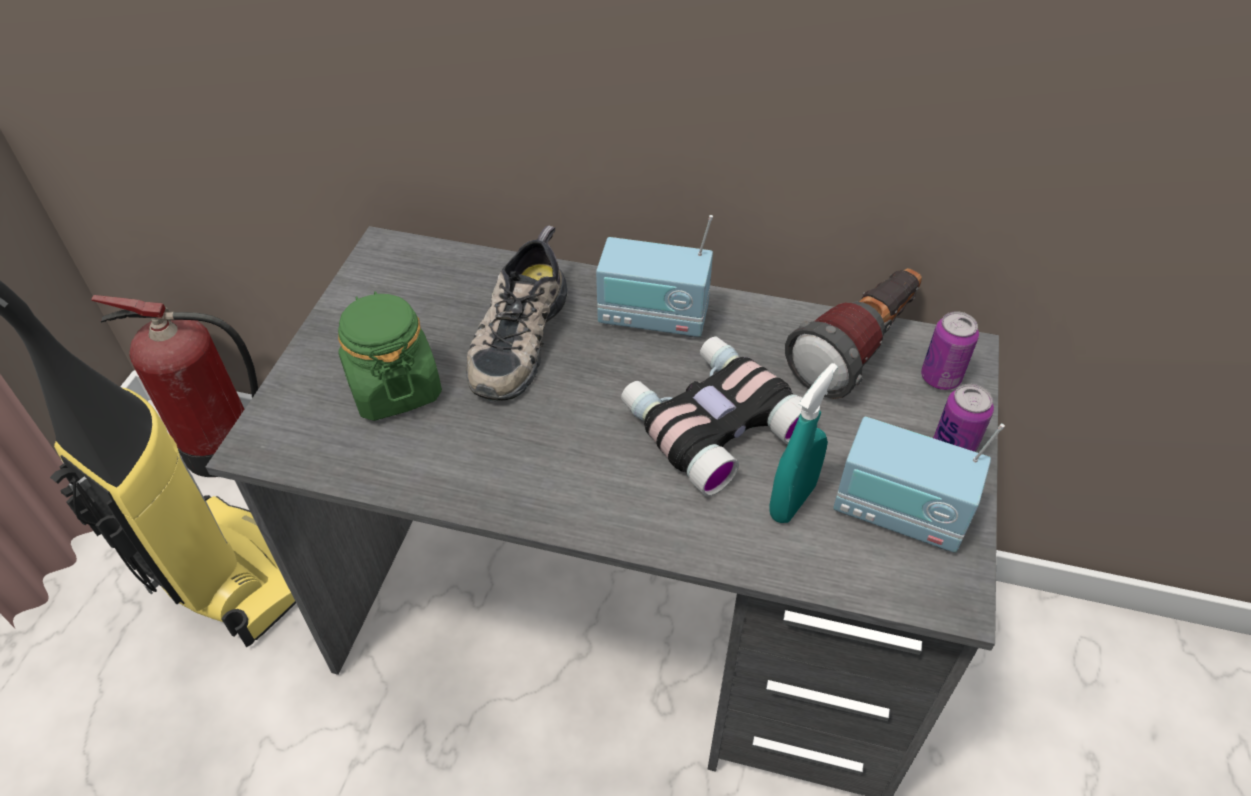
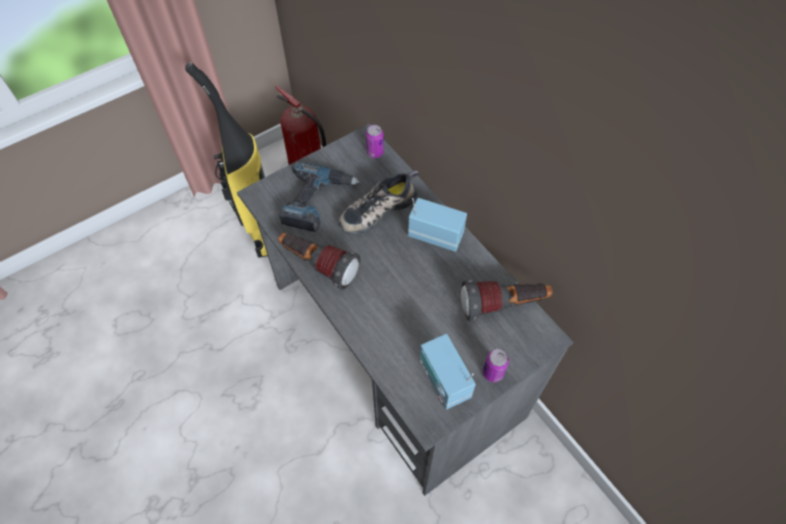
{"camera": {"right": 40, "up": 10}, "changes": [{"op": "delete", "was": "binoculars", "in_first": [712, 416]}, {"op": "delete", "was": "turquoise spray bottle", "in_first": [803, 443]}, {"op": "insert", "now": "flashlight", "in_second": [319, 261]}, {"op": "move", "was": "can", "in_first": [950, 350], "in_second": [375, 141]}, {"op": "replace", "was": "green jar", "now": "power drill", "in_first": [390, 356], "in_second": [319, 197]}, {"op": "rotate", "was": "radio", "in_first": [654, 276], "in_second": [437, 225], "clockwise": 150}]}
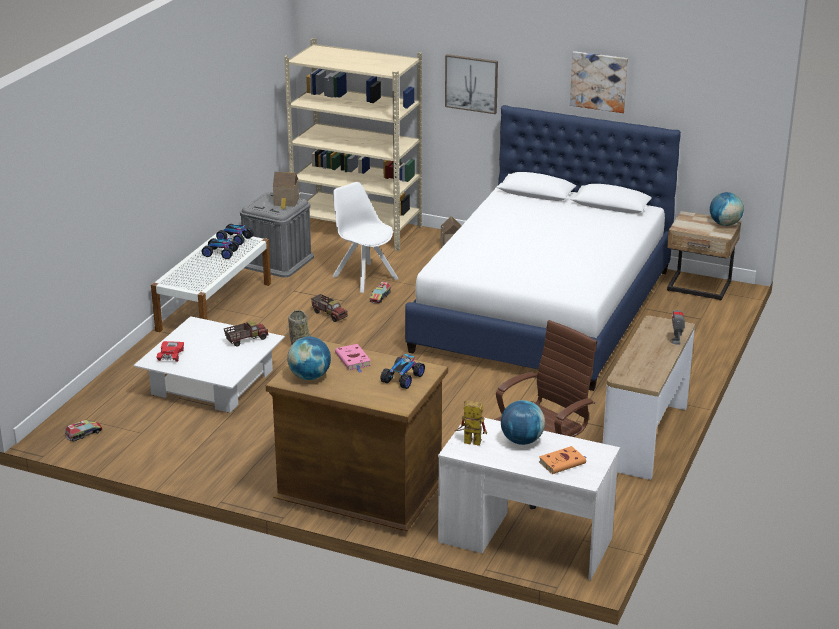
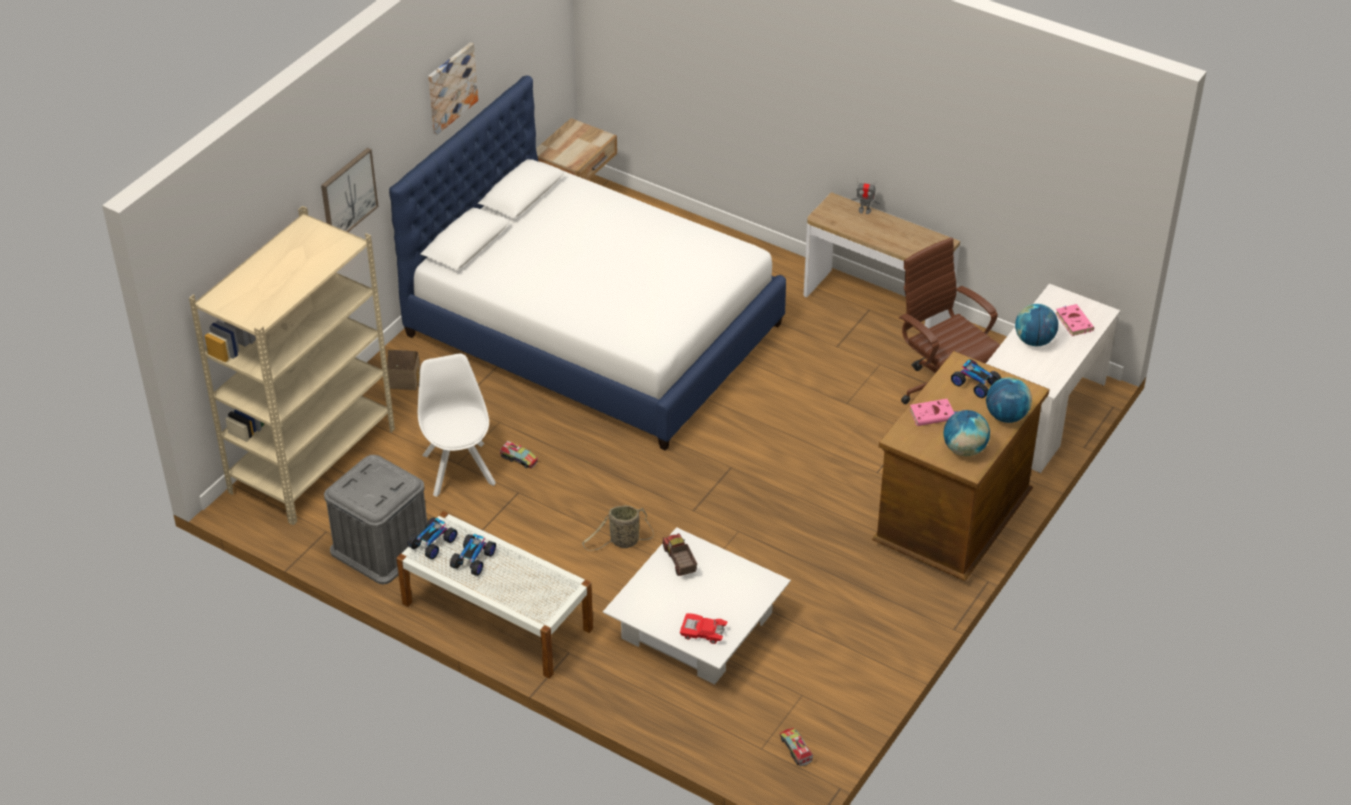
{"camera": {"right": -80, "up": 15}, "changes": [{"op": "delete", "was": "toy house", "in_first": [286, 190]}, {"op": "delete", "was": "toy truck", "in_first": [329, 308]}, {"op": "delete", "was": "toy robot", "in_first": [471, 423]}, {"op": "move", "was": "globe", "in_first": [727, 209], "in_second": [1009, 400]}, {"op": "recolor", "was": "orange book", "now": "pink book", "in_first": [563, 460], "in_second": [1074, 320]}, {"op": "rotate", "was": "white chair", "in_first": [366, 237], "in_second": [457, 425], "clockwise": 105}]}
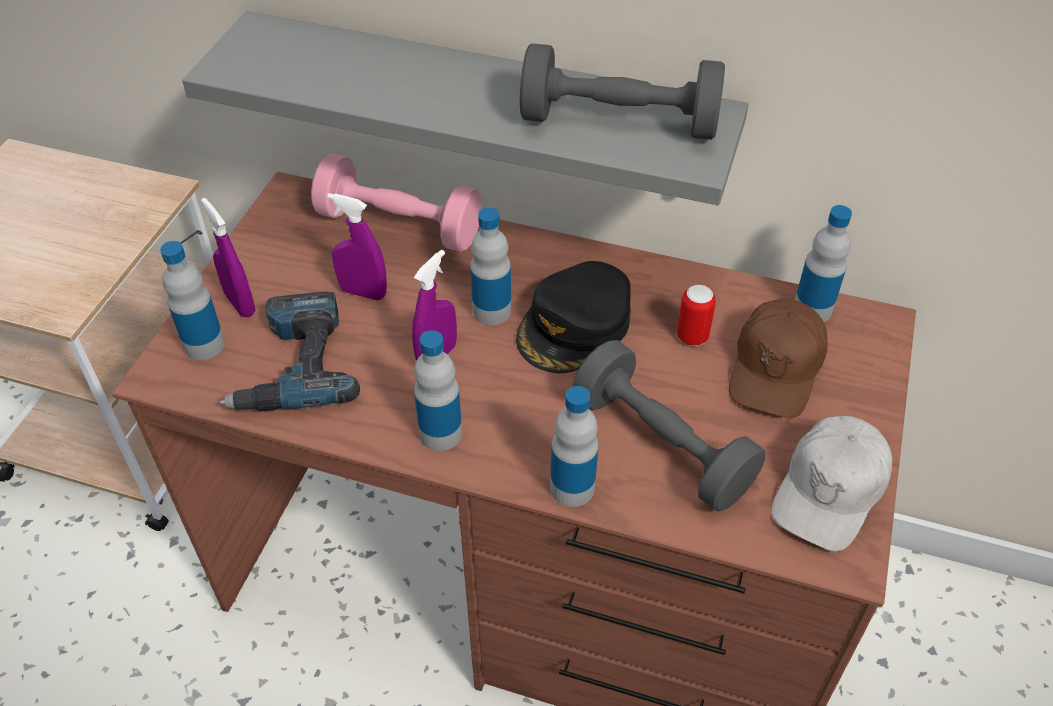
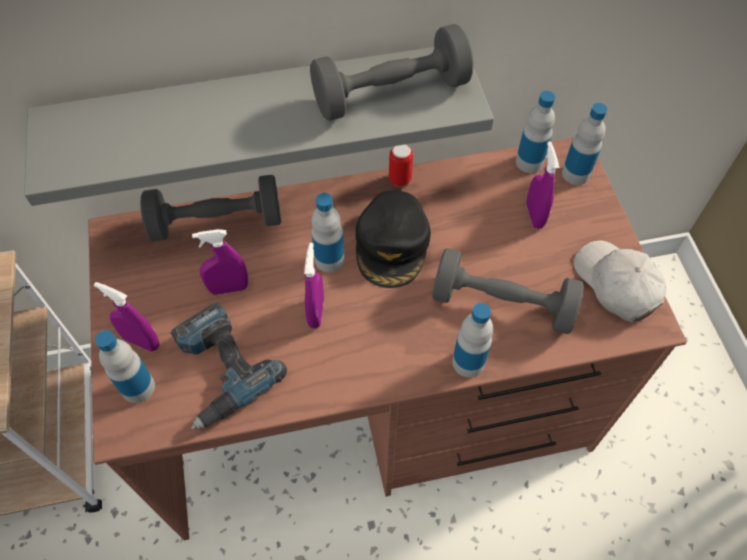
{"camera": {"right": -30, "up": 10}, "changes": [{"op": "move", "was": "bottle", "in_first": [438, 390], "in_second": [585, 144]}, {"op": "move", "was": "can", "in_first": [696, 315], "in_second": [401, 165]}, {"op": "replace", "was": "brown cap", "now": "purple spray bottle", "in_first": [778, 358], "in_second": [542, 185]}, {"op": "recolor", "was": "pink dumbbell", "now": "grey dumbbell", "in_first": [396, 203], "in_second": [210, 208]}, {"op": "rotate", "was": "white cap", "in_first": [832, 483], "in_second": [620, 281], "clockwise": 150}]}
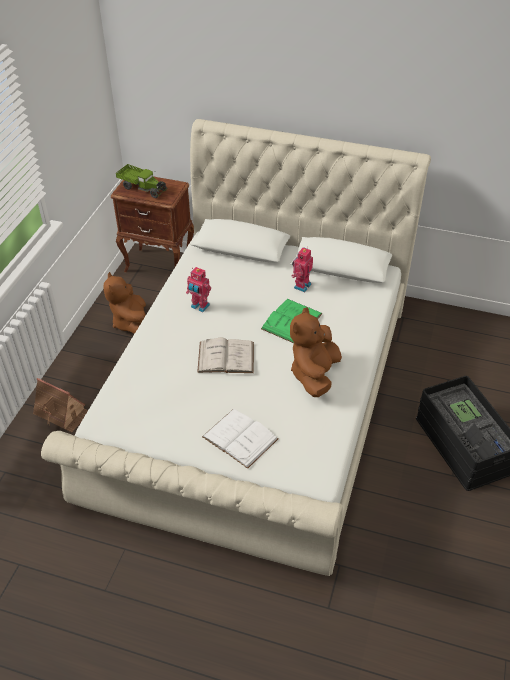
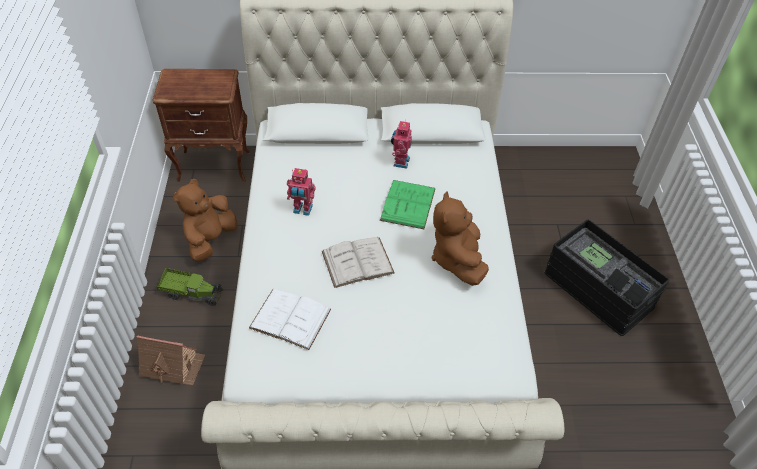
{"camera": {"right": -20, "up": 5}, "changes": [{"op": "move", "was": "toy truck", "in_first": [141, 181], "in_second": [189, 287]}, {"op": "move", "was": "white book", "in_first": [240, 439], "in_second": [290, 319]}, {"op": "rotate", "was": "brown plush toy", "in_first": [125, 303], "in_second": [205, 220], "clockwise": 60}]}
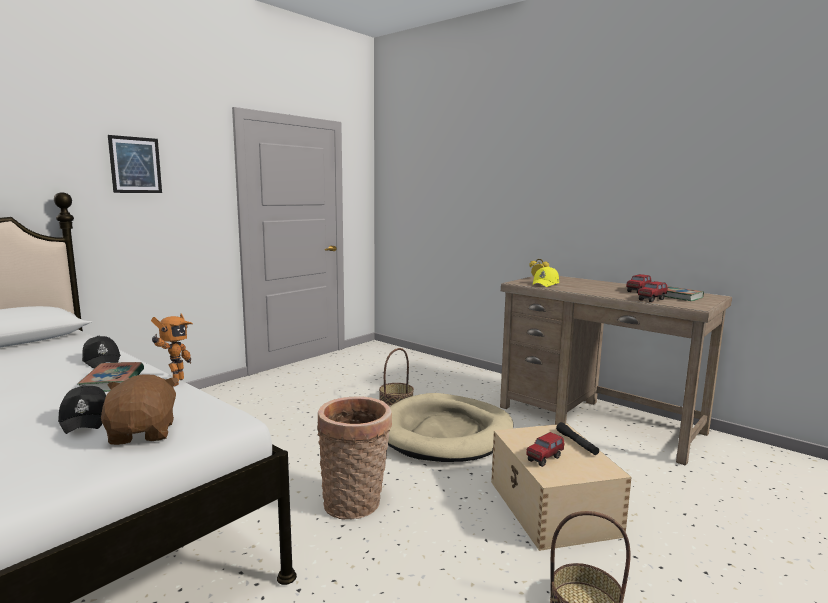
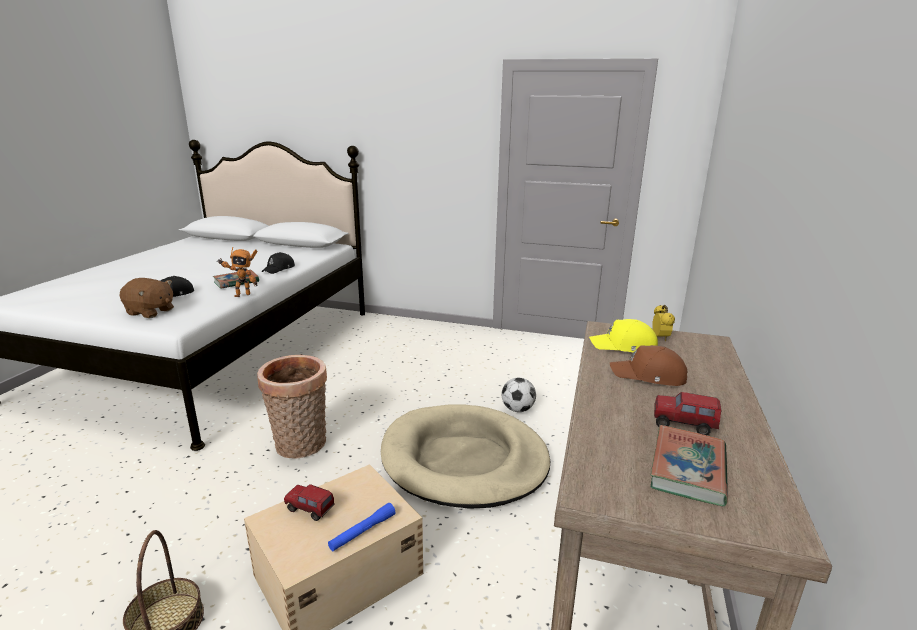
{"camera": {"right": 65, "up": 10}, "changes": [{"op": "delete", "was": "picture", "in_first": [135, 164]}, {"op": "delete", "was": "toy truck", "in_first": [653, 291]}, {"op": "insert", "now": "brown cap", "in_second": [649, 365]}, {"op": "replace", "was": "basket", "now": "football", "in_first": [396, 377], "in_second": [519, 394]}, {"op": "recolor", "was": "black flashlight", "now": "blue flashlight", "in_first": [577, 438], "in_second": [361, 527]}, {"op": "rotate", "was": "brown plush toy", "in_first": [139, 409], "in_second": [147, 298], "clockwise": 60}]}
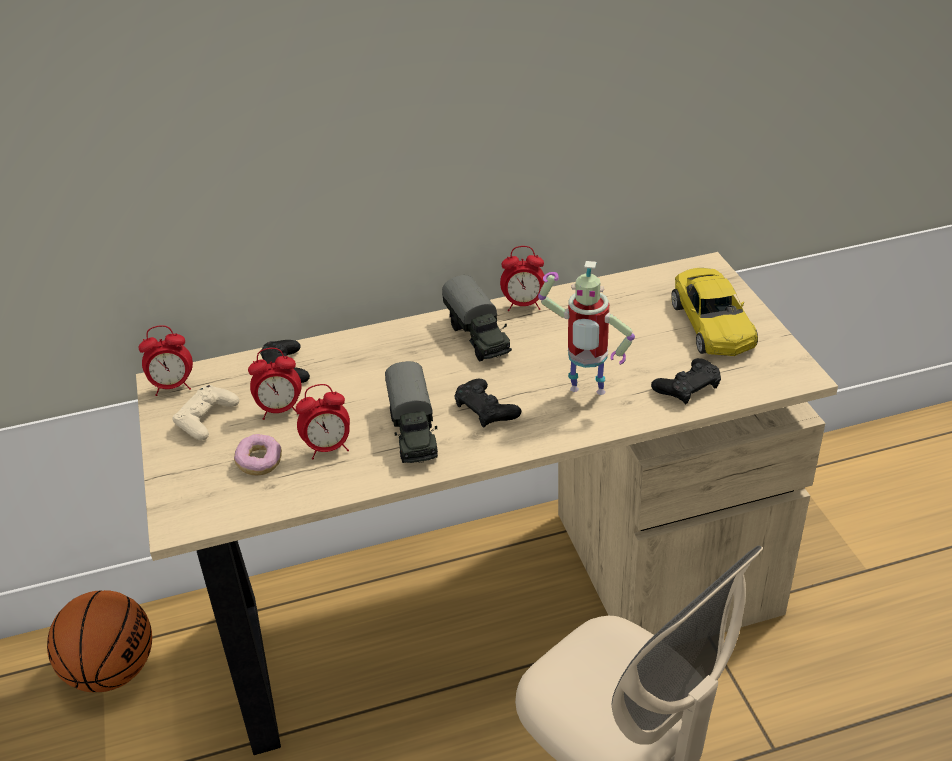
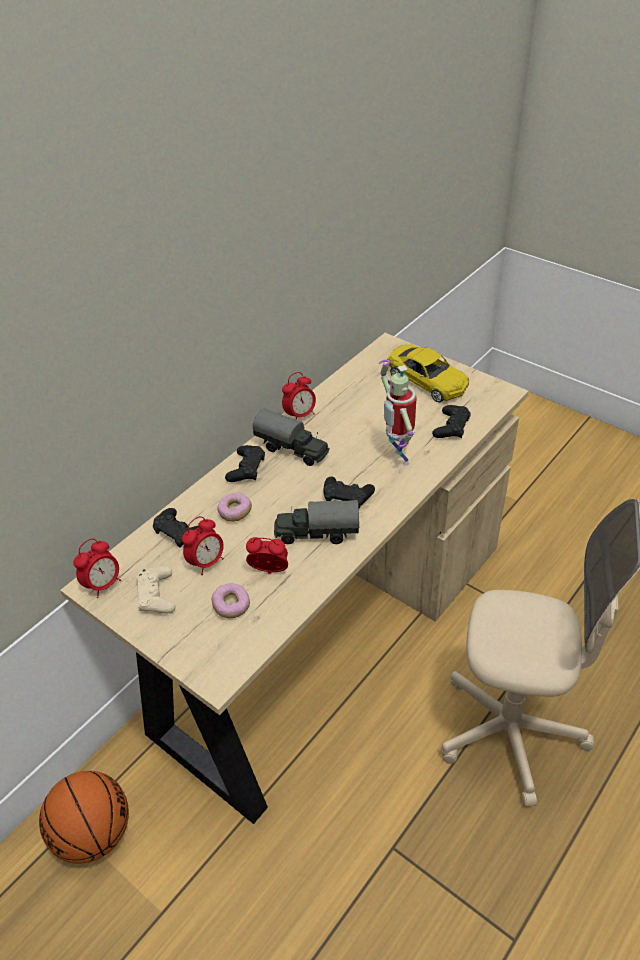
{"camera": {"right": -35, "up": 5}, "changes": [{"op": "insert", "now": "donut", "in_second": [235, 507]}, {"op": "insert", "now": "black game controller", "in_second": [245, 463]}, {"op": "rotate", "was": "alarm clock", "in_first": [323, 422], "in_second": [267, 555], "clockwise": -120}, {"op": "rotate", "was": "toy truck", "in_first": [411, 412], "in_second": [317, 522], "clockwise": 135}, {"op": "rotate", "was": "toy robot", "in_first": [586, 328], "in_second": [398, 413], "clockwise": 90}]}
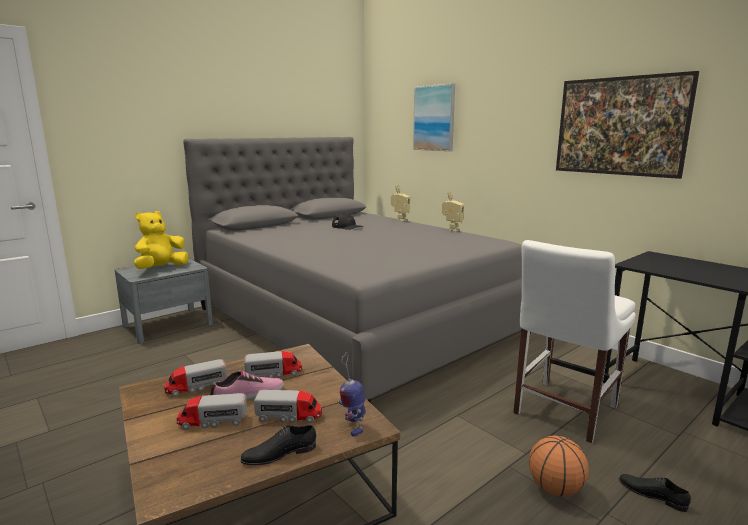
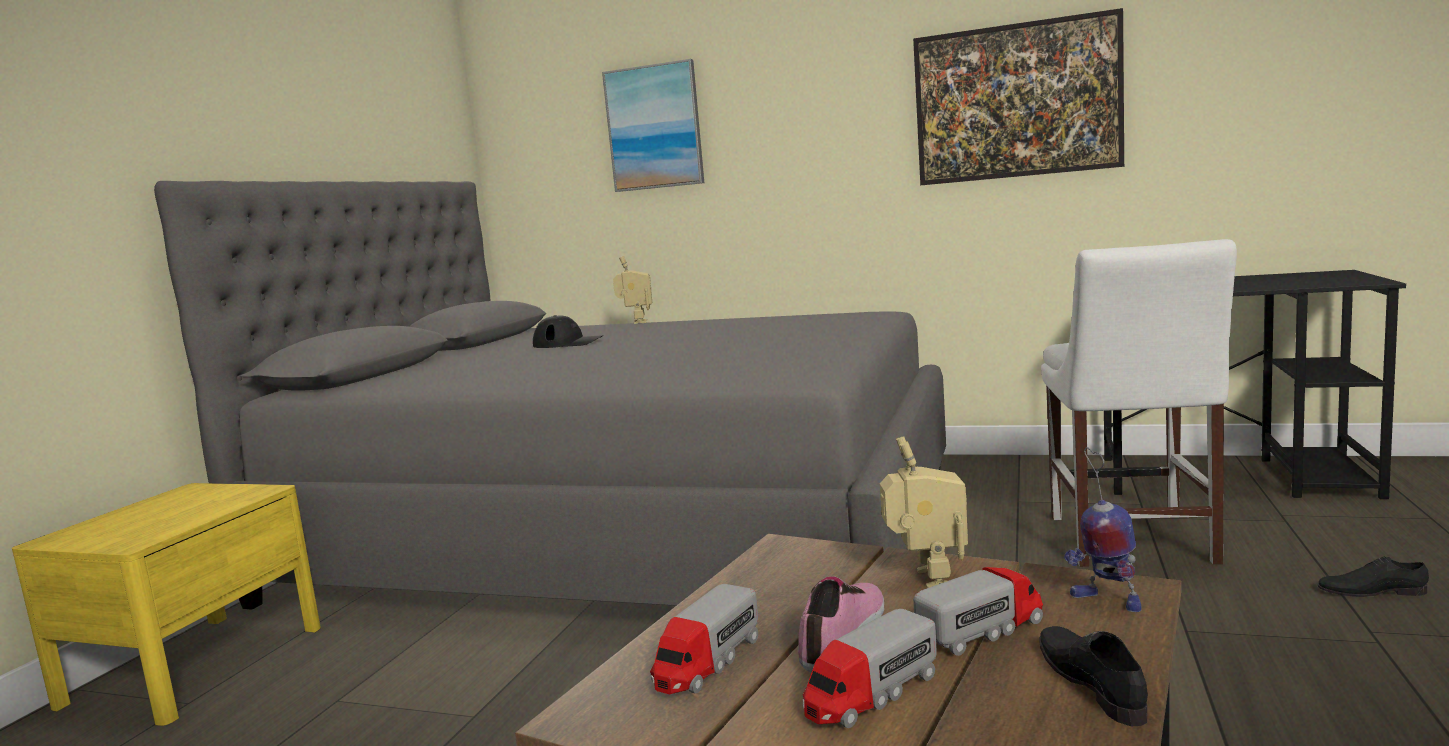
{"camera": {"right": -30, "up": -5}, "changes": [{"op": "delete", "was": "yellow plush toy", "in_first": [161, 240]}, {"op": "delete", "was": "toy truck", "in_first": [273, 364]}, {"op": "delete", "was": "basketball", "in_first": [559, 466]}, {"op": "move", "was": "toy robot", "in_first": [453, 212], "in_second": [924, 512]}, {"op": "recolor", "was": "grey nightstand", "now": "yellow nightstand", "in_first": [164, 301], "in_second": [166, 604]}, {"op": "rotate", "was": "black shoe", "in_first": [278, 445], "in_second": [1093, 676], "clockwise": 135}]}
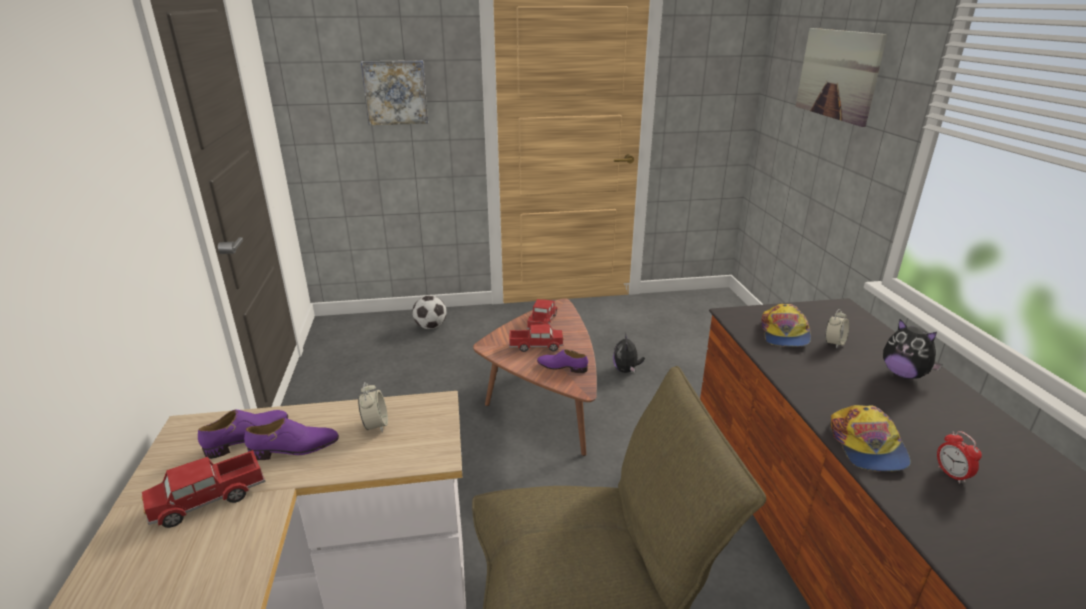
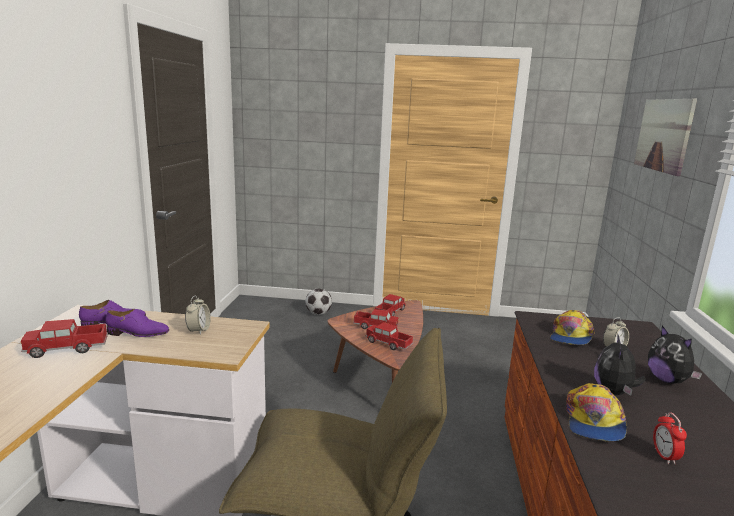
{"camera": {"right": 15, "up": -10}, "changes": [{"op": "delete", "was": "picture", "in_first": [394, 92]}, {"op": "move", "was": "plush toy", "in_first": [629, 353], "in_second": [620, 365]}, {"op": "replace", "was": "purple shoe", "now": "toy truck", "in_first": [562, 361], "in_second": [389, 336]}]}
